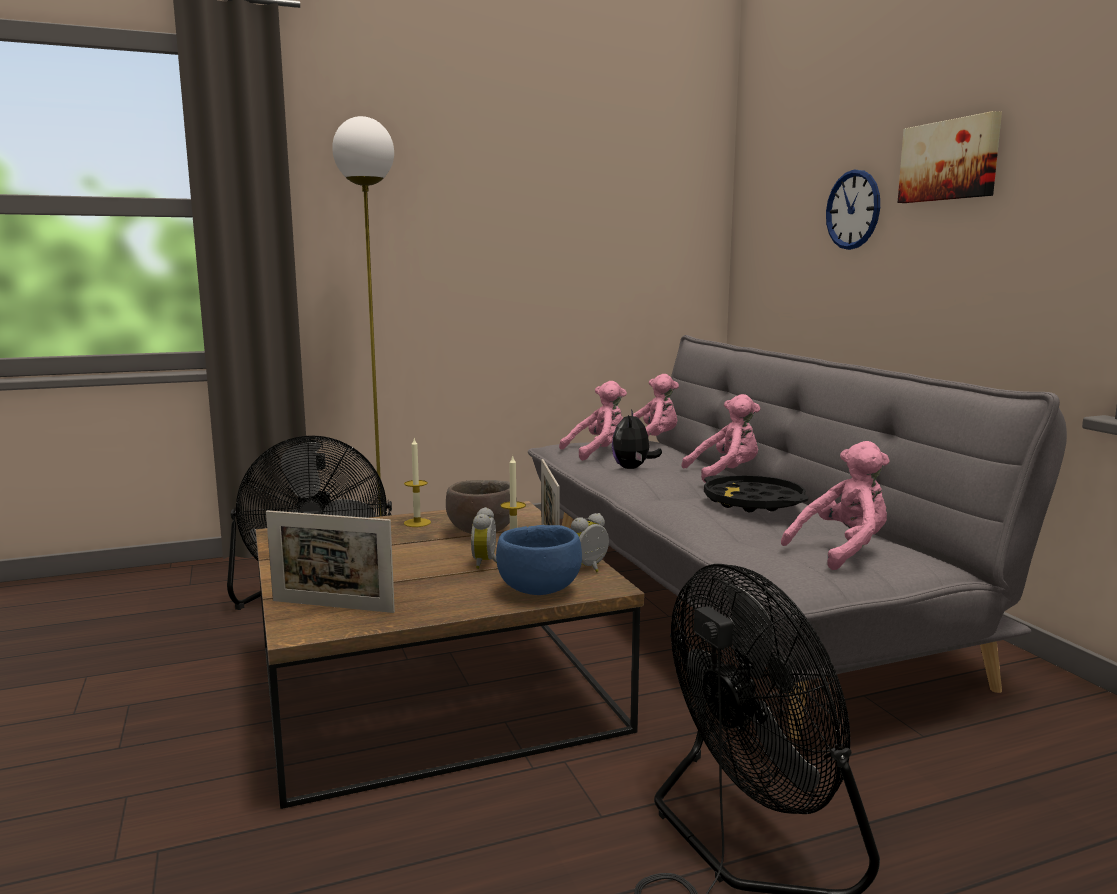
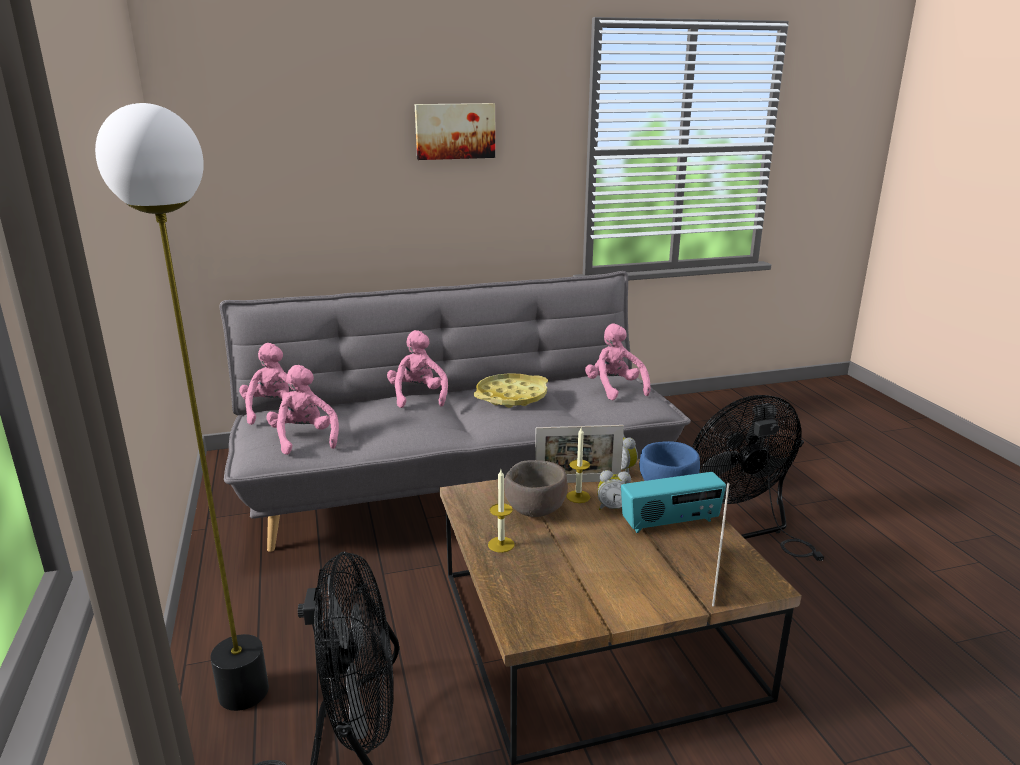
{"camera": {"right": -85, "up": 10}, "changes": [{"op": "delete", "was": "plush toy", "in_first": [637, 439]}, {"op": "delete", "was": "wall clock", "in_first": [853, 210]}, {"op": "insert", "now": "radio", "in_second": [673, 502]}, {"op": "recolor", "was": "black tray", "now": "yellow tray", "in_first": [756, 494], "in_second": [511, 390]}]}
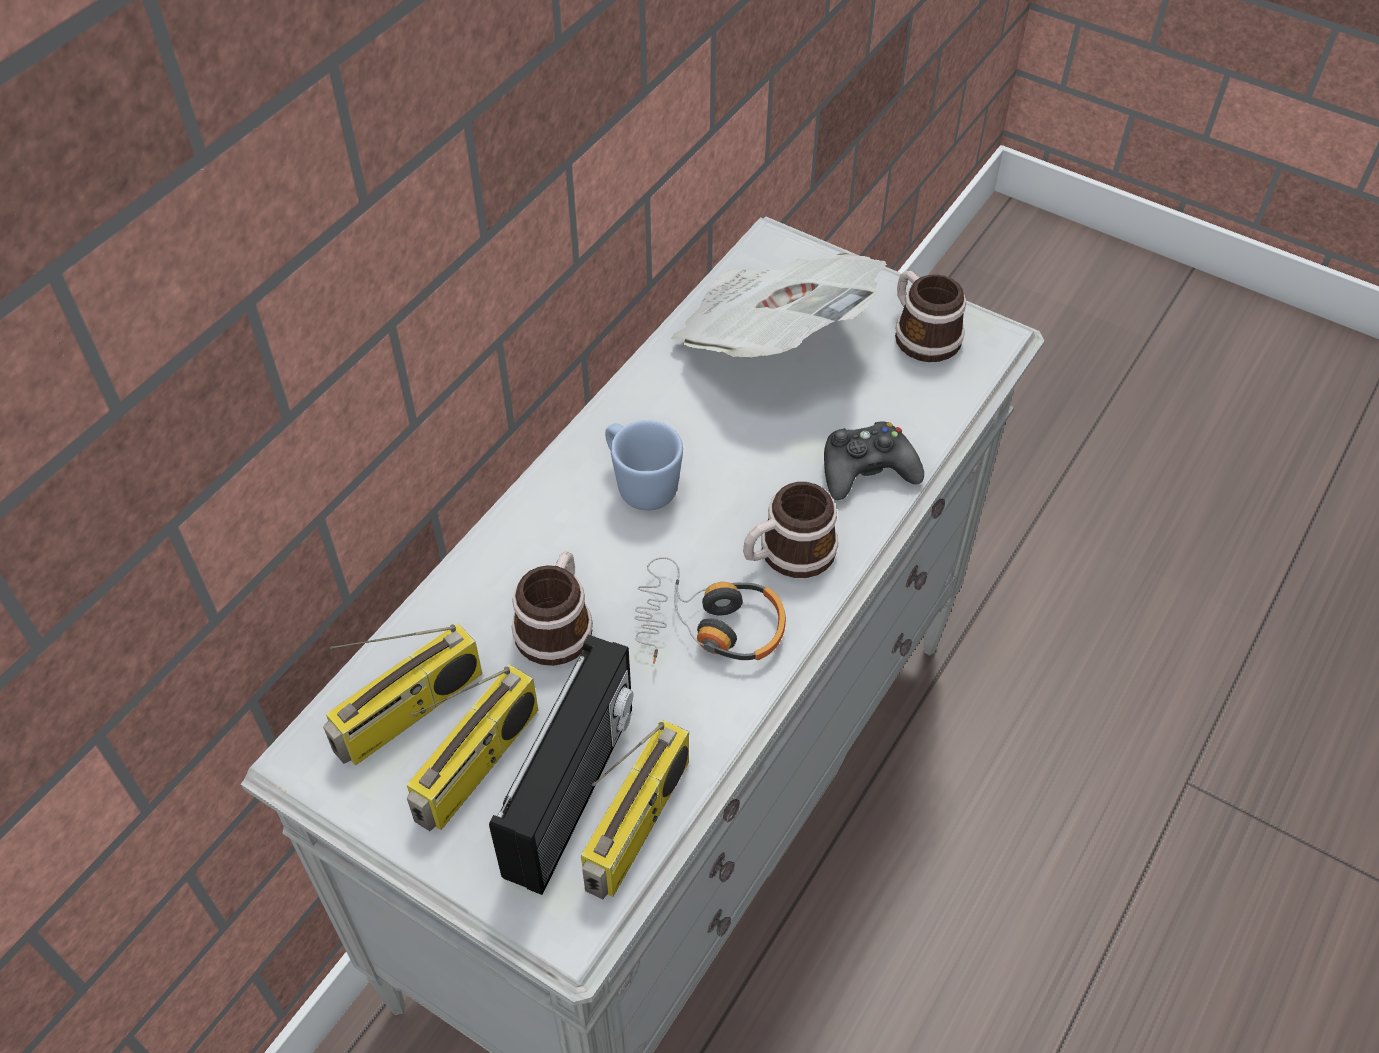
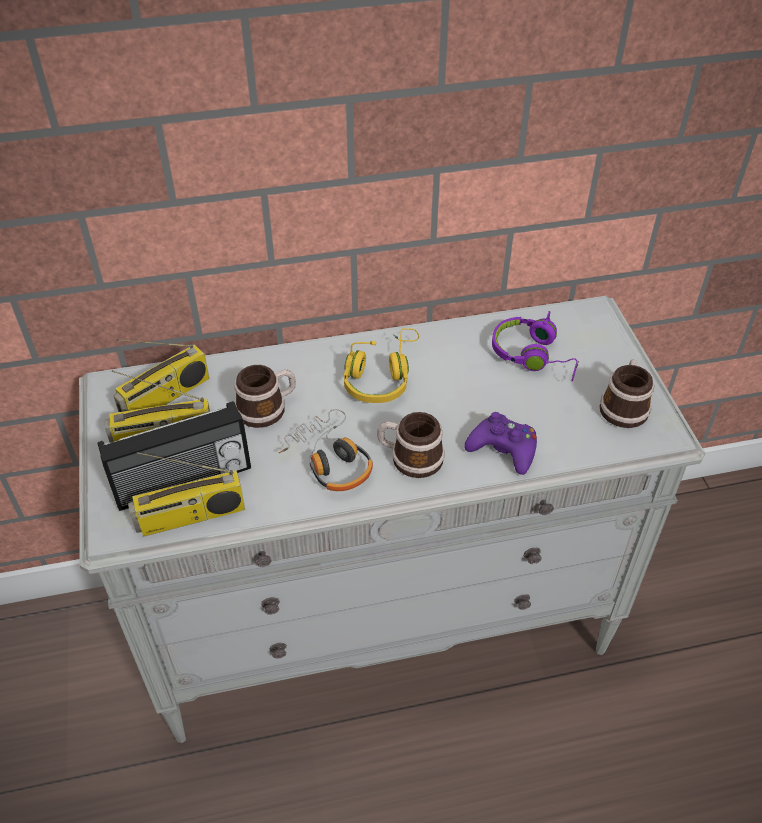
{"camera": {"right": 45, "up": -5}, "changes": [{"op": "replace", "was": "blue mug", "now": "yellow headphones", "in_first": [644, 465], "in_second": [381, 365]}, {"op": "replace", "was": "newspaper", "now": "purple headphones", "in_first": [778, 305], "in_second": [535, 346]}, {"op": "recolor", "was": "black game controller", "now": "purple game controller", "in_first": [874, 460], "in_second": [500, 443]}, {"op": "rotate", "was": "radio", "in_first": [402, 694], "in_second": [161, 375], "clockwise": -45}]}
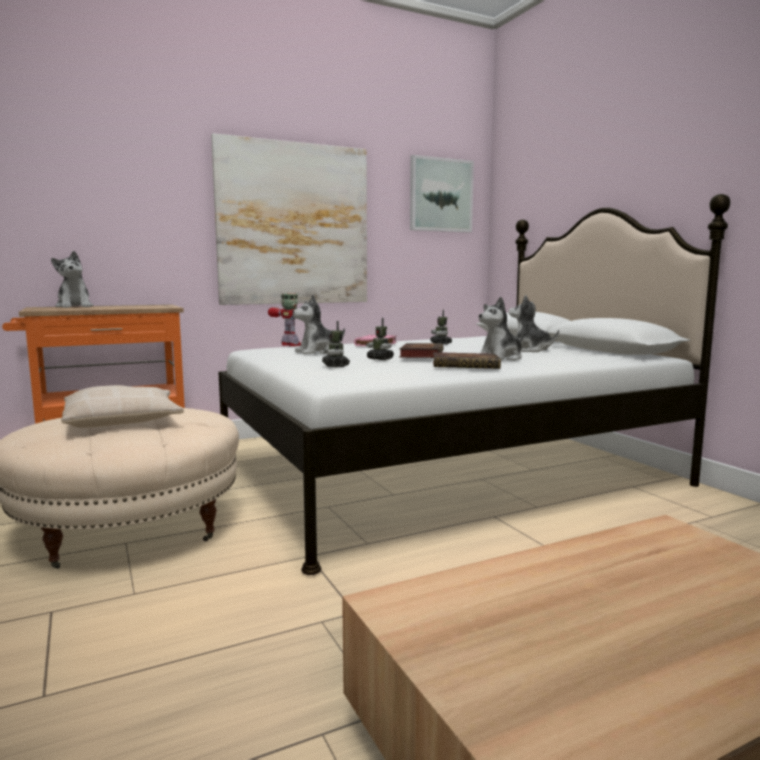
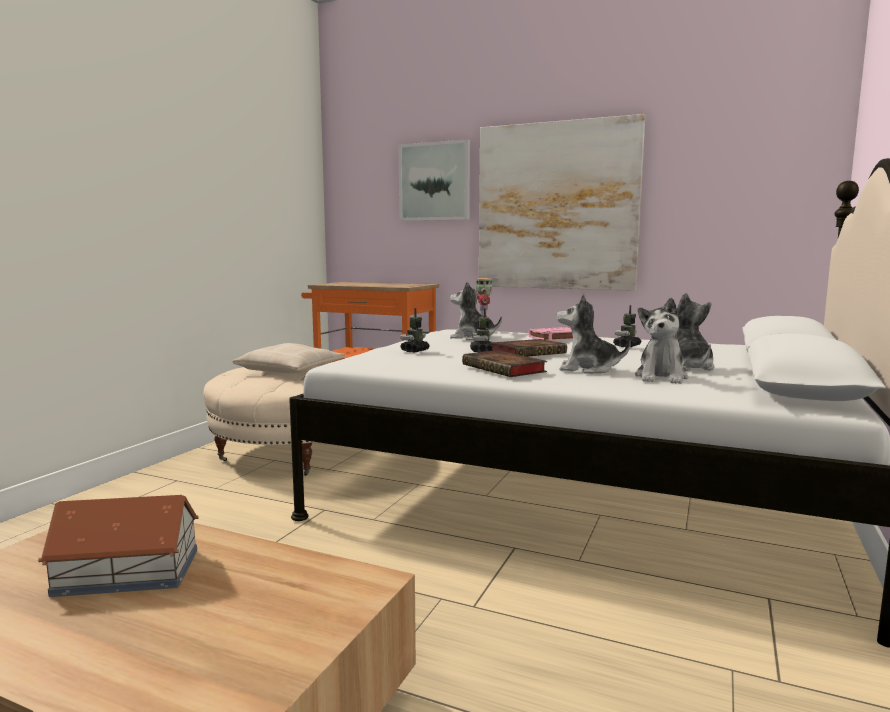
{"camera": {"right": 50, "up": 0}, "changes": [{"op": "insert", "now": "toy house", "in_second": [118, 546]}, {"op": "move", "was": "plush toy", "in_first": [72, 279], "in_second": [661, 340]}, {"op": "move", "was": "picture", "in_first": [442, 193], "in_second": [434, 180]}]}
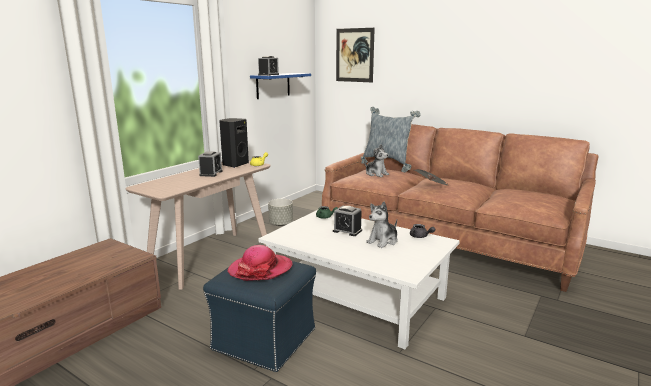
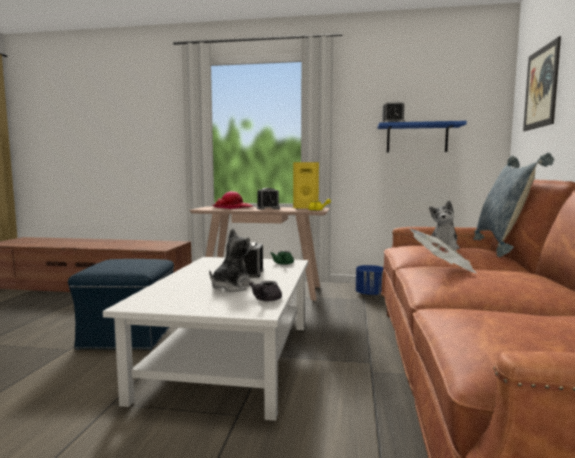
{"camera": {"right": 65, "up": -10}, "changes": [{"op": "move", "was": "hat", "in_first": [260, 263], "in_second": [232, 200]}, {"op": "recolor", "was": "black speaker", "now": "yellow speaker", "in_first": [234, 143], "in_second": [306, 185]}, {"op": "recolor", "was": "grey planter", "now": "blue planter", "in_first": [280, 212], "in_second": [369, 281]}, {"op": "rotate", "was": "plush toy", "in_first": [382, 224], "in_second": [231, 260], "clockwise": 105}]}
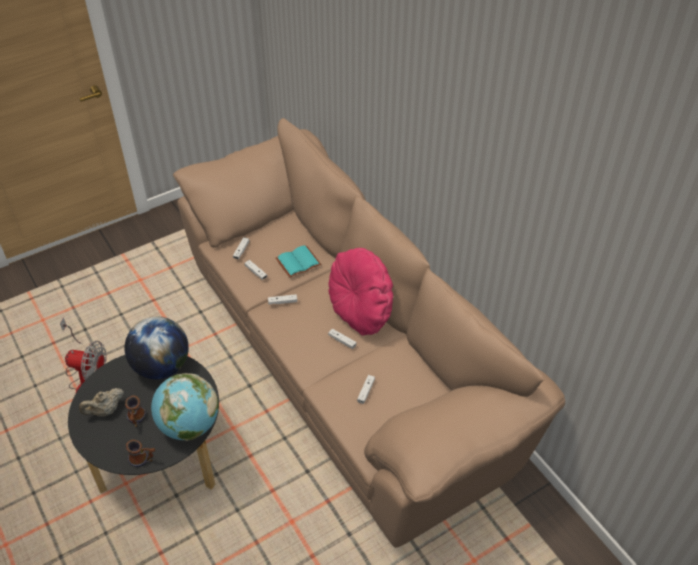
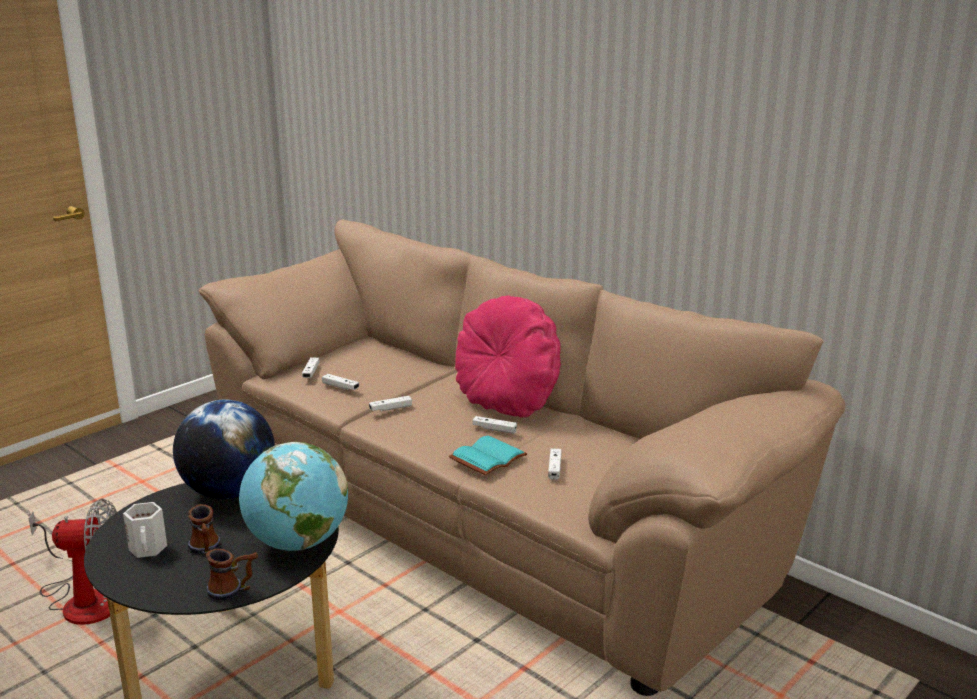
{"camera": {"right": -15, "up": -25}, "changes": [{"op": "move", "was": "turquoise book", "in_first": [298, 261], "in_second": [488, 455]}, {"op": "replace", "was": "beige teapot", "now": "white mug", "in_first": [101, 402], "in_second": [145, 530]}]}
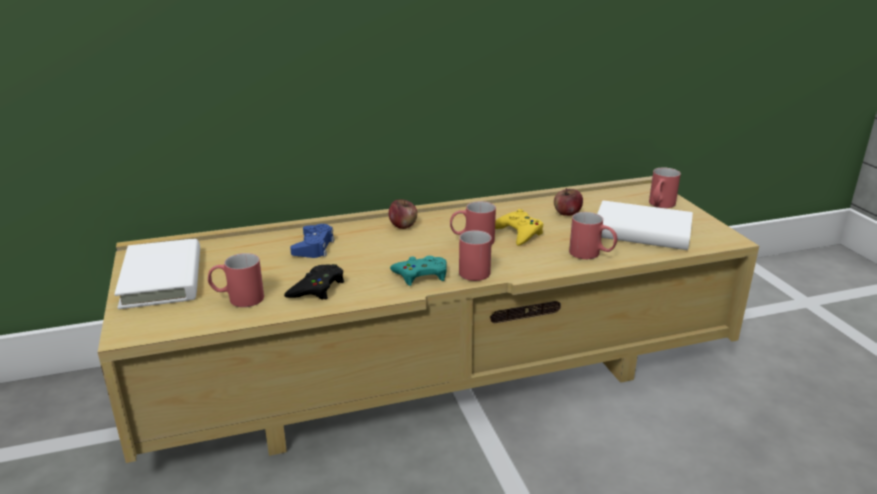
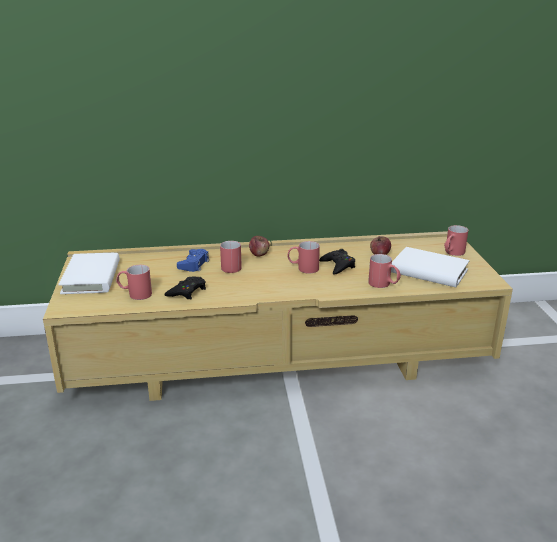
{"camera": {"right": 10, "up": 0}, "changes": [{"op": "delete", "was": "turquoise game controller", "in_first": [418, 271]}, {"op": "move", "was": "red mug", "in_first": [475, 255], "in_second": [231, 257]}, {"op": "recolor", "was": "yellow game controller", "now": "black game controller", "in_first": [519, 227], "in_second": [337, 262]}]}
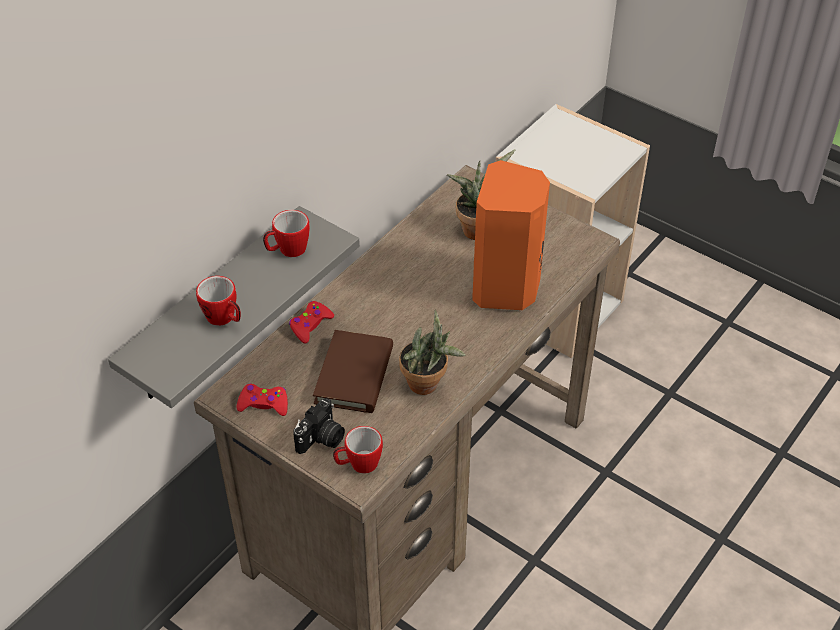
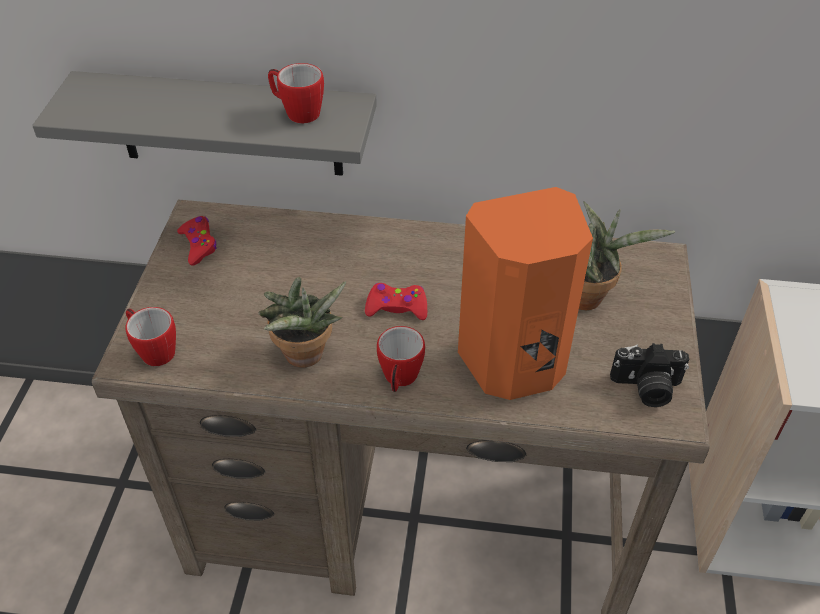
{"camera": {"right": 60, "up": 0}, "changes": [{"op": "delete", "was": "brown book", "in_first": [353, 371]}, {"op": "move", "was": "mug", "in_first": [218, 301], "in_second": [401, 359]}, {"op": "move", "was": "red game controller", "in_first": [311, 322], "in_second": [396, 301]}, {"op": "move", "was": "photo camera", "in_first": [319, 426], "in_second": [649, 375]}]}
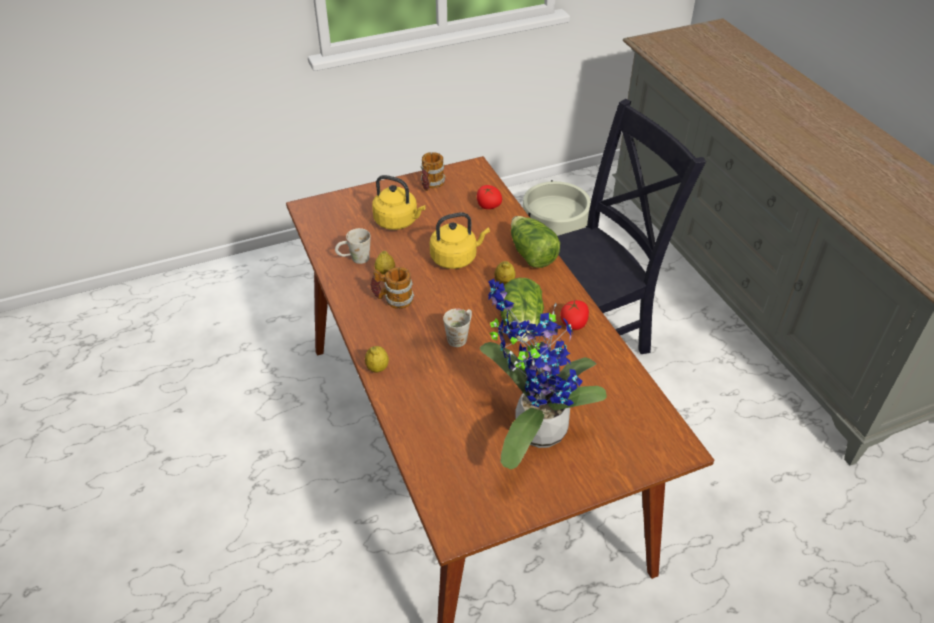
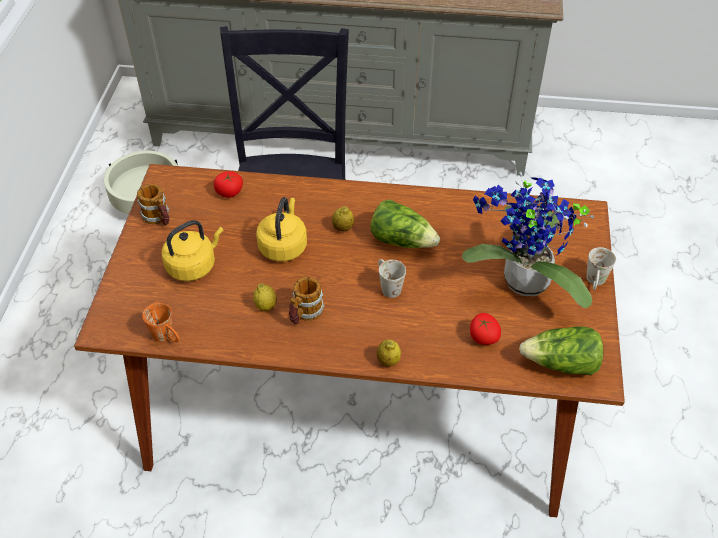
{"camera": {"right": -60, "up": 5}, "changes": [{"op": "insert", "now": "orange mug", "in_second": [161, 322]}, {"op": "move", "was": "white mug", "in_first": [353, 246], "in_second": [601, 268]}, {"op": "move", "was": "lettuce", "in_first": [535, 242], "in_second": [561, 350]}, {"op": "move", "was": "tomato", "in_first": [575, 315], "in_second": [485, 329]}]}
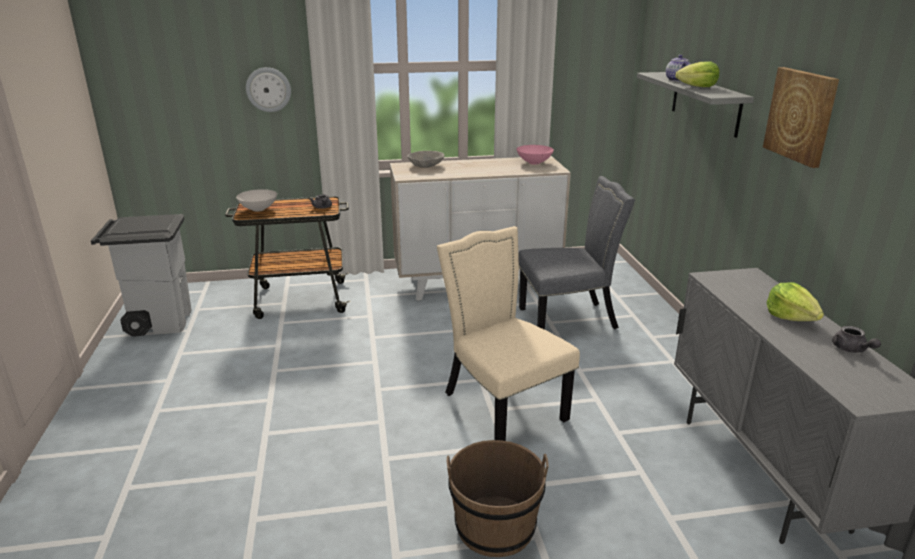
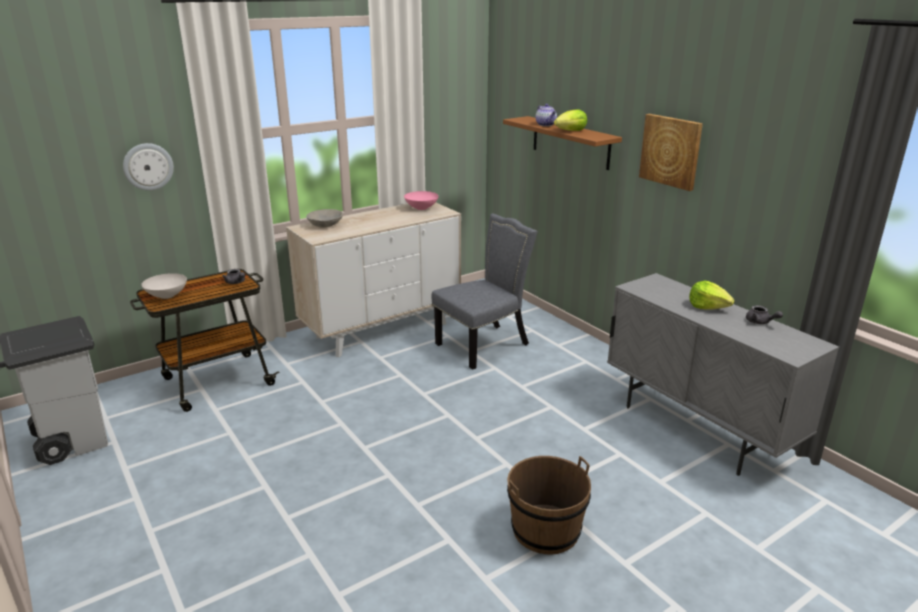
{"camera": {"right": -25, "up": 0}, "changes": [{"op": "delete", "was": "beige chair", "in_first": [508, 333]}, {"op": "recolor", "was": "grey shelf", "now": "brown shelf", "in_first": [695, 105], "in_second": [562, 143]}]}
